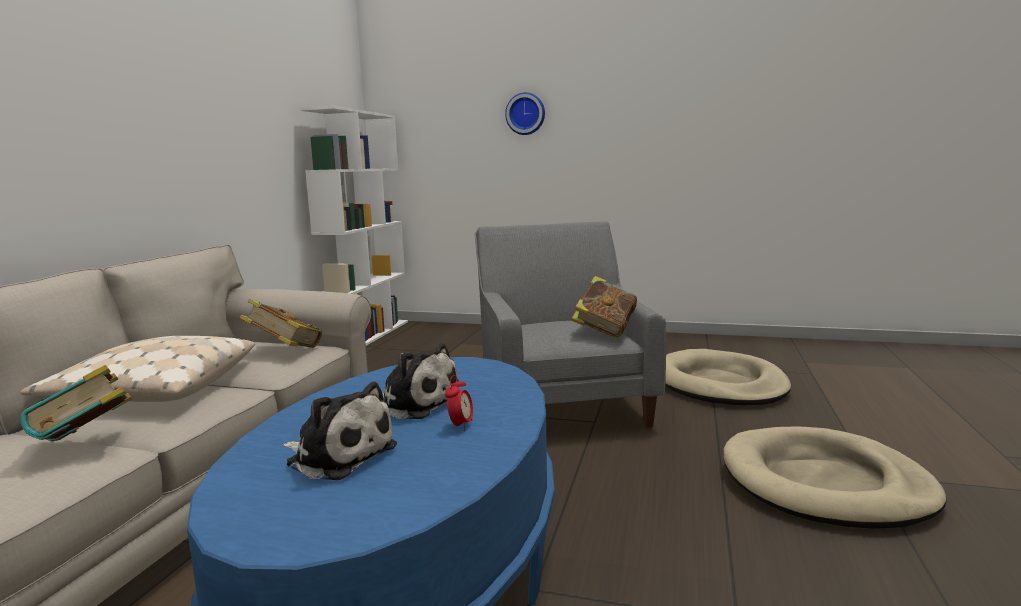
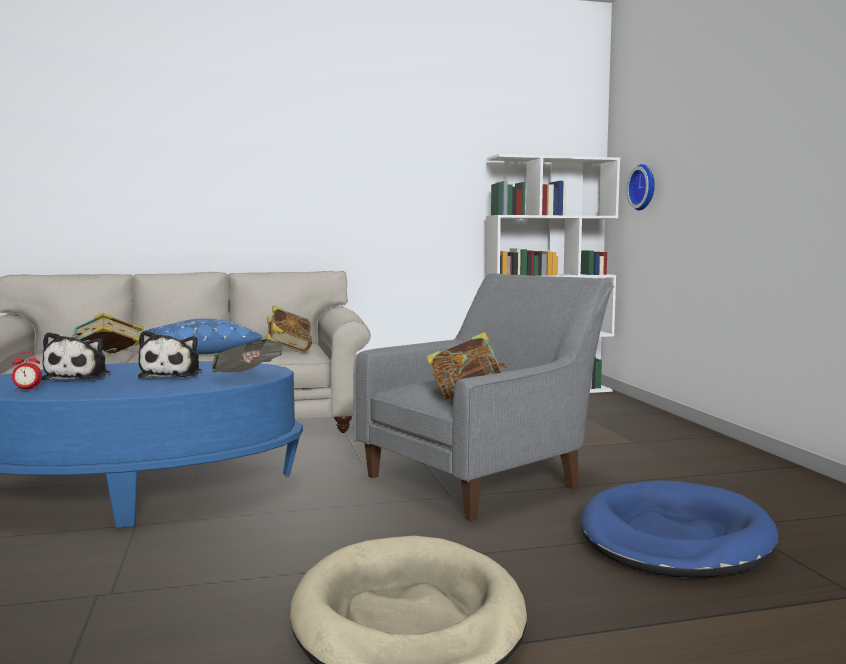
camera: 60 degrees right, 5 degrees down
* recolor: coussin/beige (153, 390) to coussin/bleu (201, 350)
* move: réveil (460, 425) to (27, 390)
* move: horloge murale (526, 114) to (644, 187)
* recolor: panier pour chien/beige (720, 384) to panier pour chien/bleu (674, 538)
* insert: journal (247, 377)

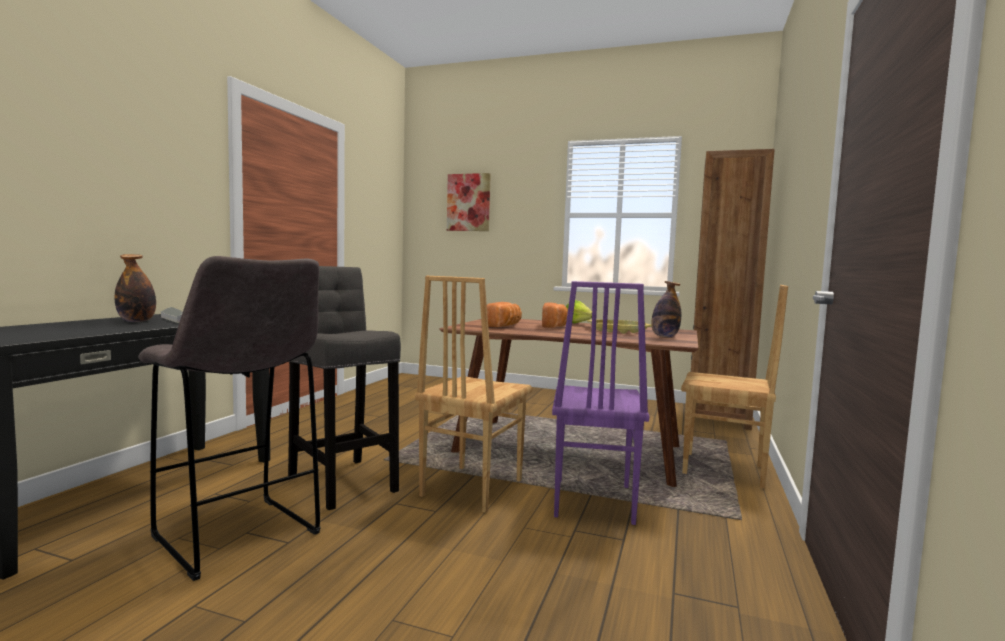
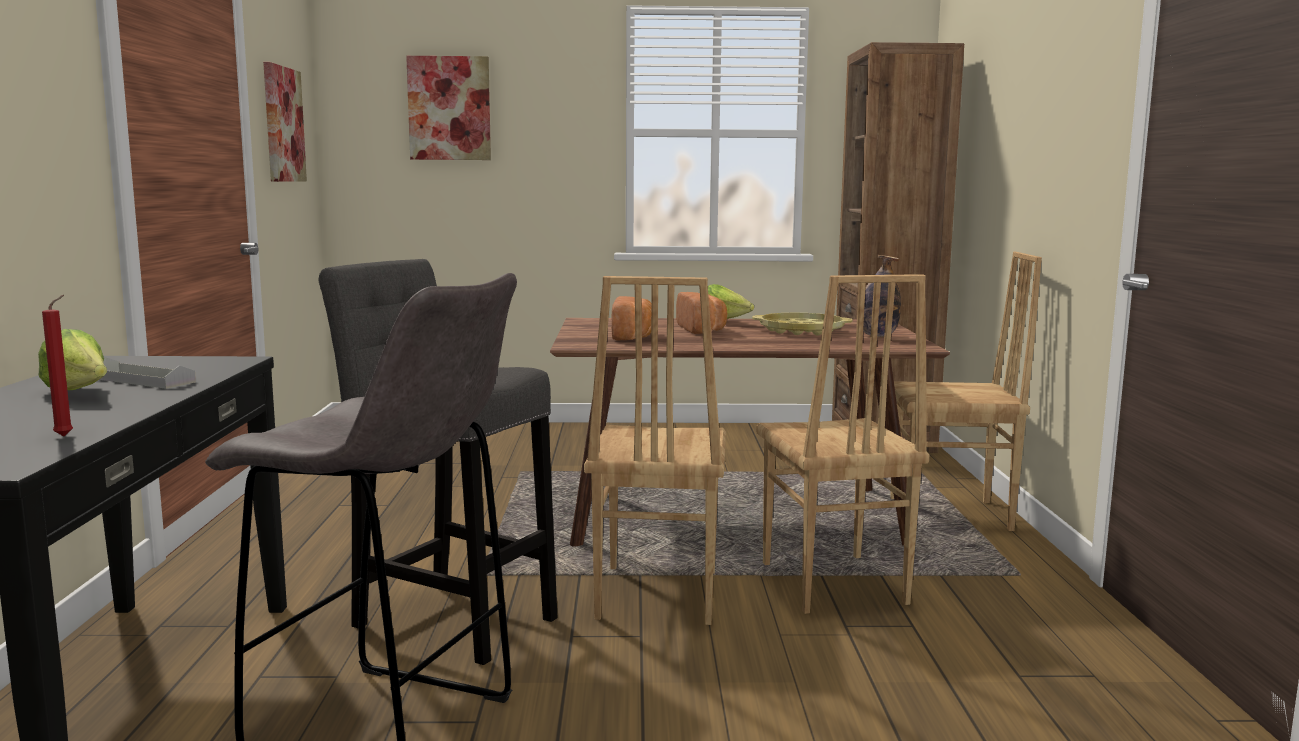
camera: 20 degrees left, 5 degrees up
* replace: bouteille (136, 321) to laitue (80, 393)
* recolor: chaise/violet (591, 501) to chaise/marron (831, 584)
* insert: bougie/rouge (67, 436)
* insert: tableau (283, 124)

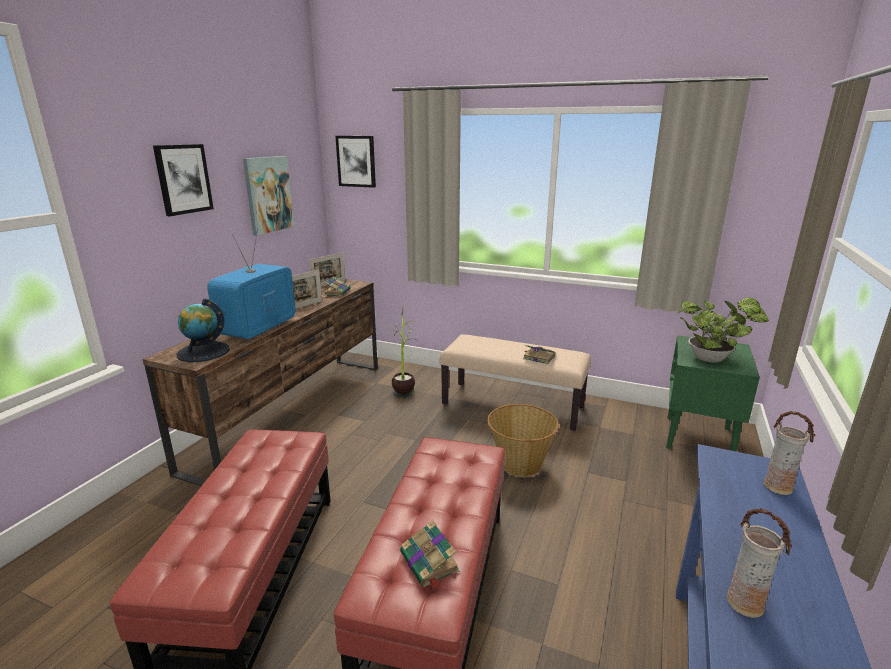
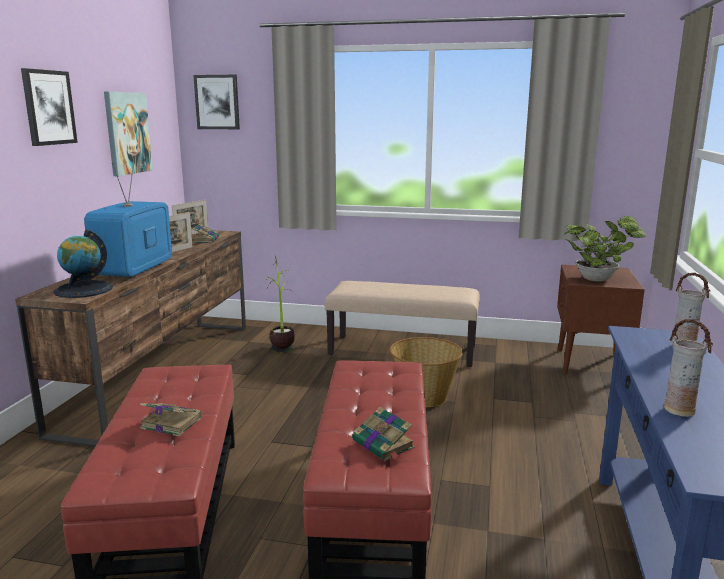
camera: 10 degrees left, 5 degrees down
* move: livre (538, 357) to (170, 423)
* recolor: table de chevet/vert (697, 438) to table de chevet/marron (590, 364)

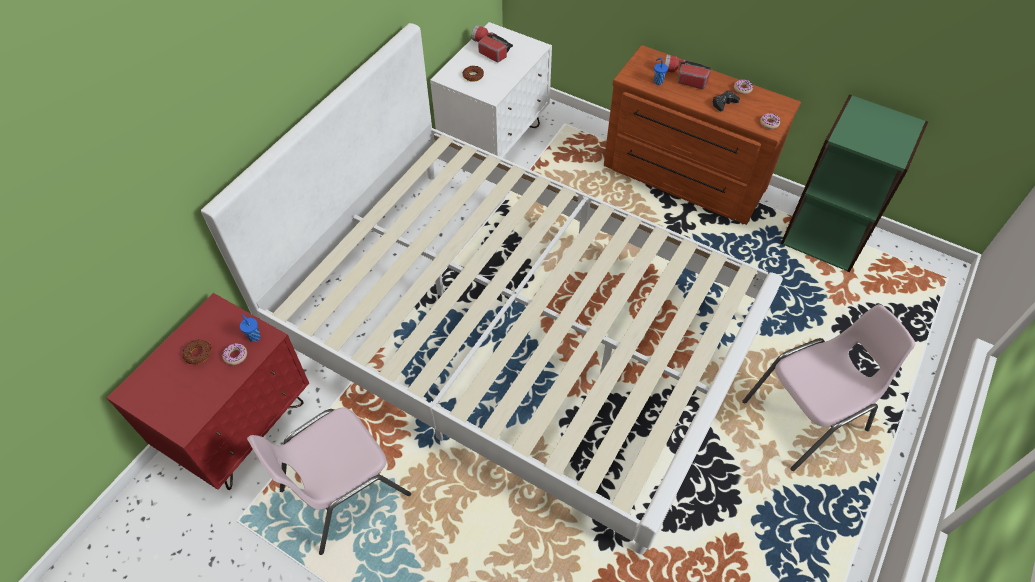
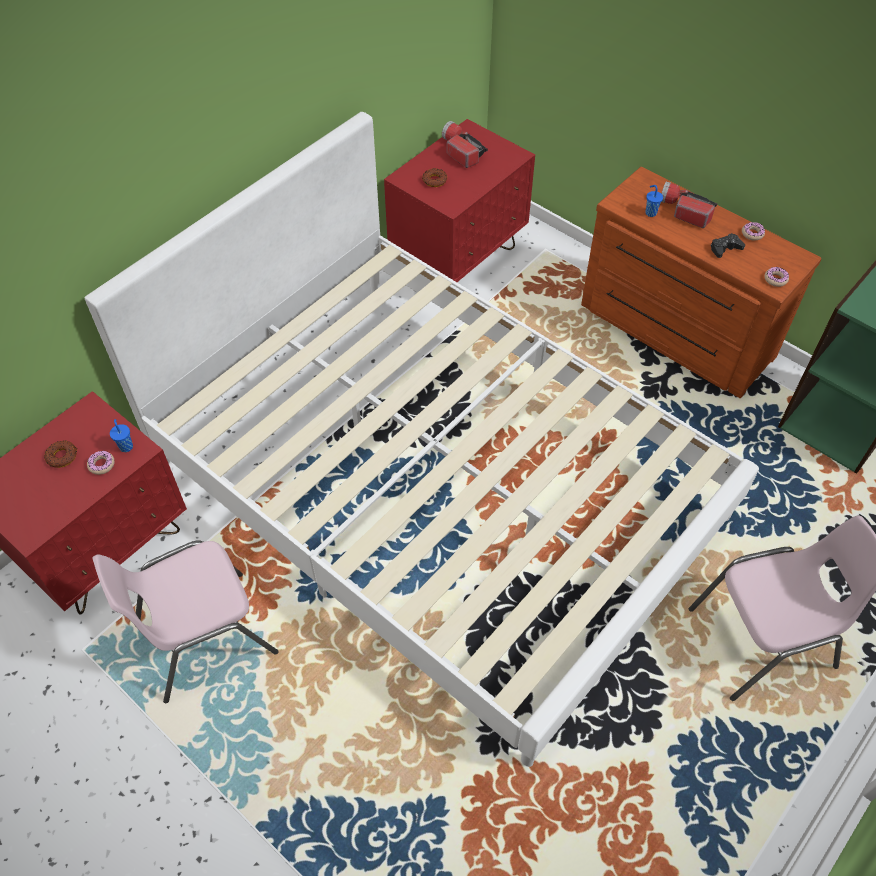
camera: 10 degrees right, 0 degrees up
* recolor: table de chevet/blanc (494, 140) to table de chevet/rouge (458, 259)

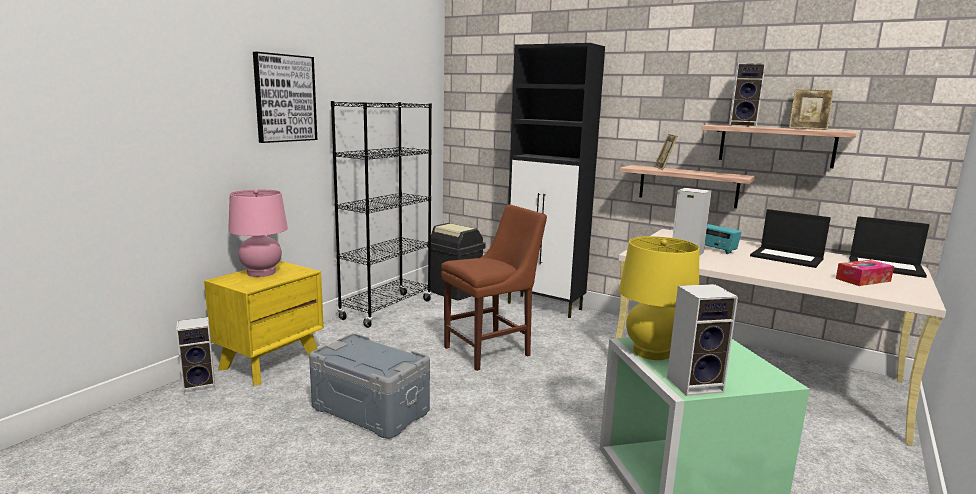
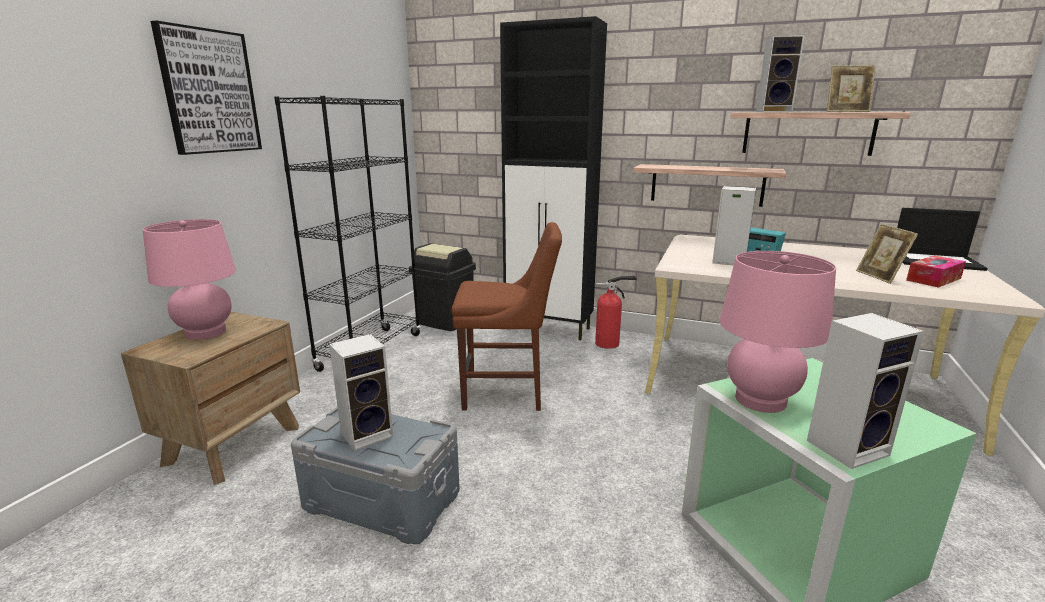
camera: 10 degrees left, 5 degrees up
* move: enceinte (201, 386) to (368, 433)
* recolor: table de chevet/jaune (271, 362) to table de chevet/marron (234, 444)
* rotate: chaise/marron (491, 350) = (508, 392) 45 degrees clockwise
* recolor: lampe de table/jaune (651, 352) to lampe de table/rose (760, 400)
* move: cadre photo (663, 168) to (879, 277)
* delete: ordinateur portable (787, 257)
* insert: extincteur (610, 343)

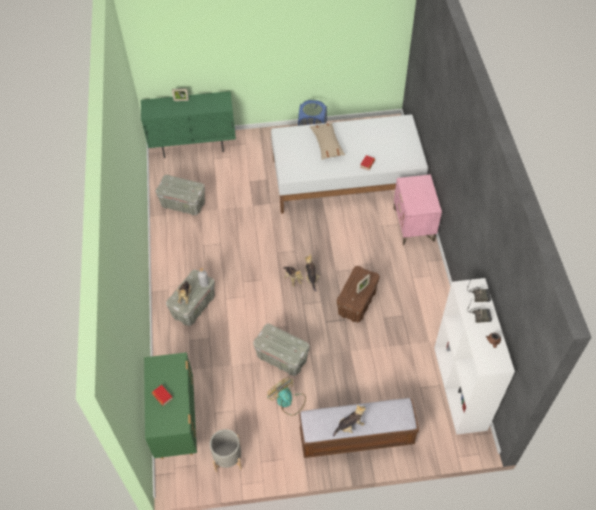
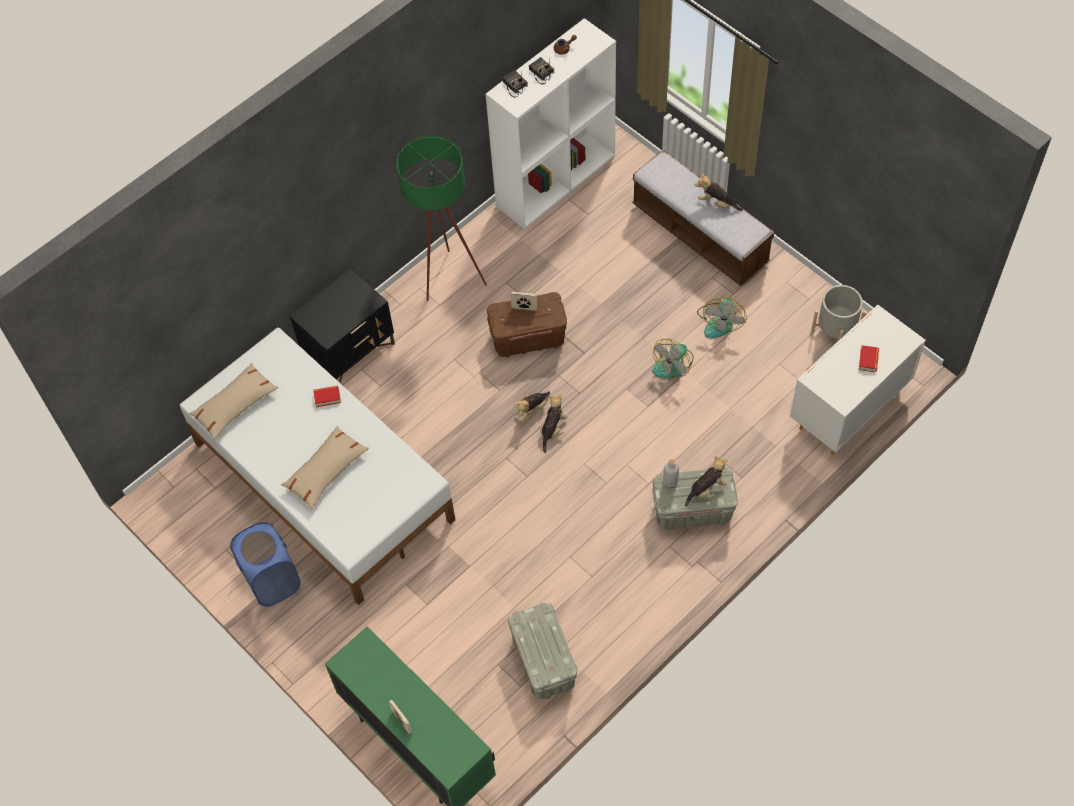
camera: 125 degrees left, 5 degrees up
* recolor: commode/vert (176, 421) to commode/blanc (847, 409)
* replace: boîte de rangement/gris (281, 358) to ventilateur (673, 364)
* recolor: table de chevet/rose (413, 225) to table de chevet/noir (350, 351)
* insert: coussin/beige (235, 405)
* insert: lampadaire/vert (448, 283)

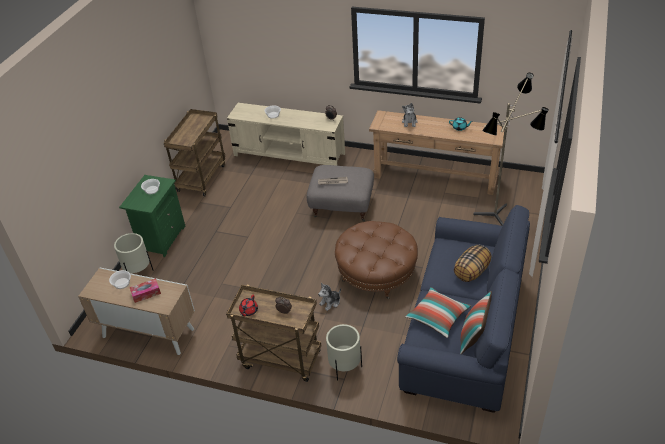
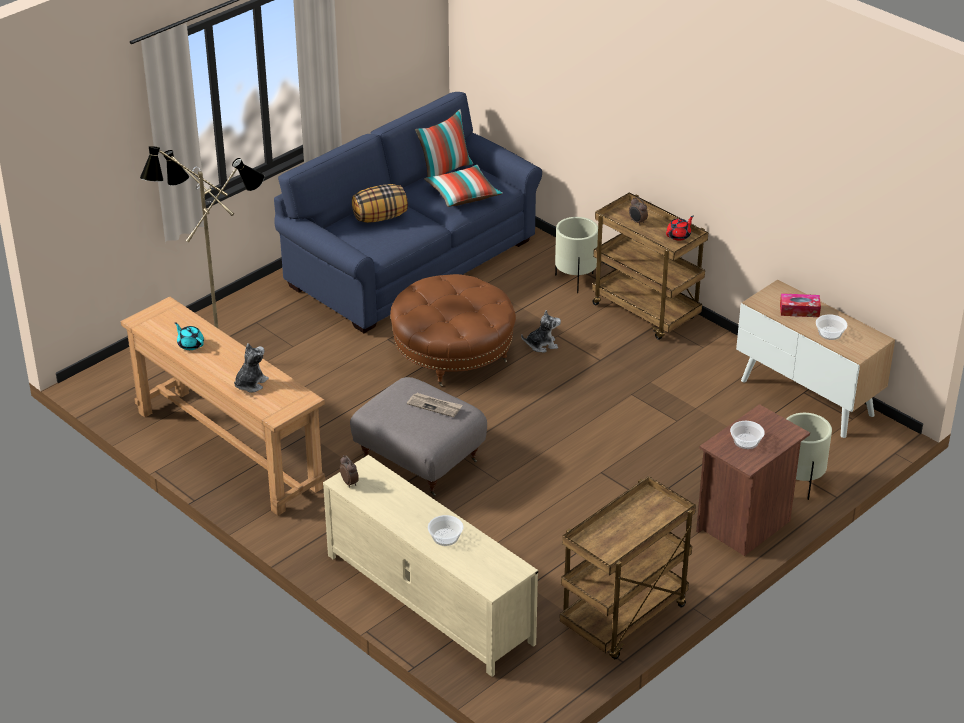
camera: 155 degrees left, 5 degrees down
* recolor: table de chevet/vert (161, 238) to table de chevet/marron (745, 525)

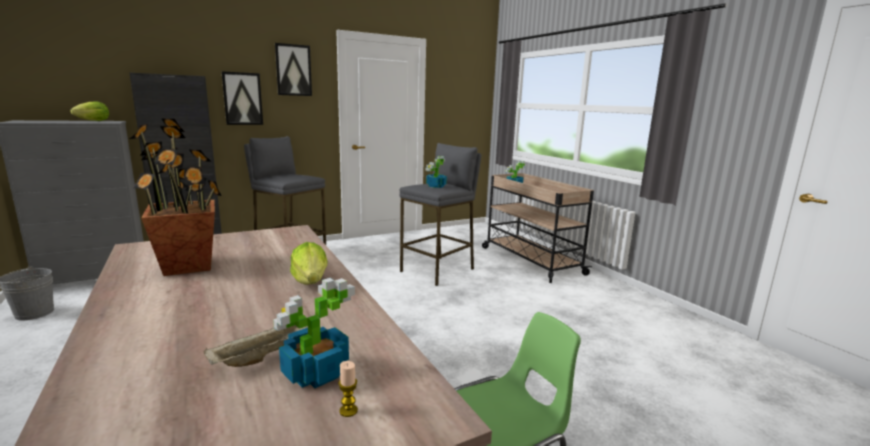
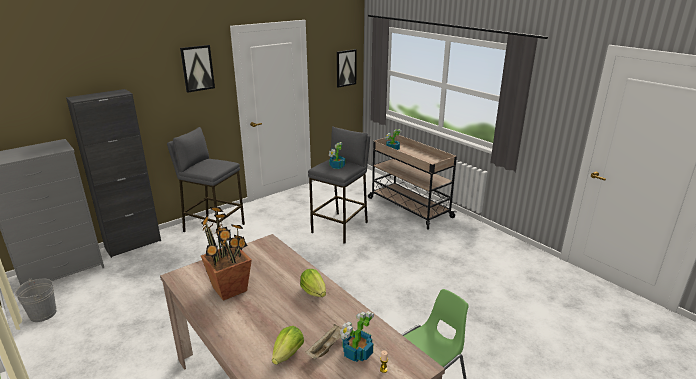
camera: 10 degrees left, 10 degrees up
* move: laitue (94, 121) to (288, 354)
* move: tableau (242, 98) to (345, 68)

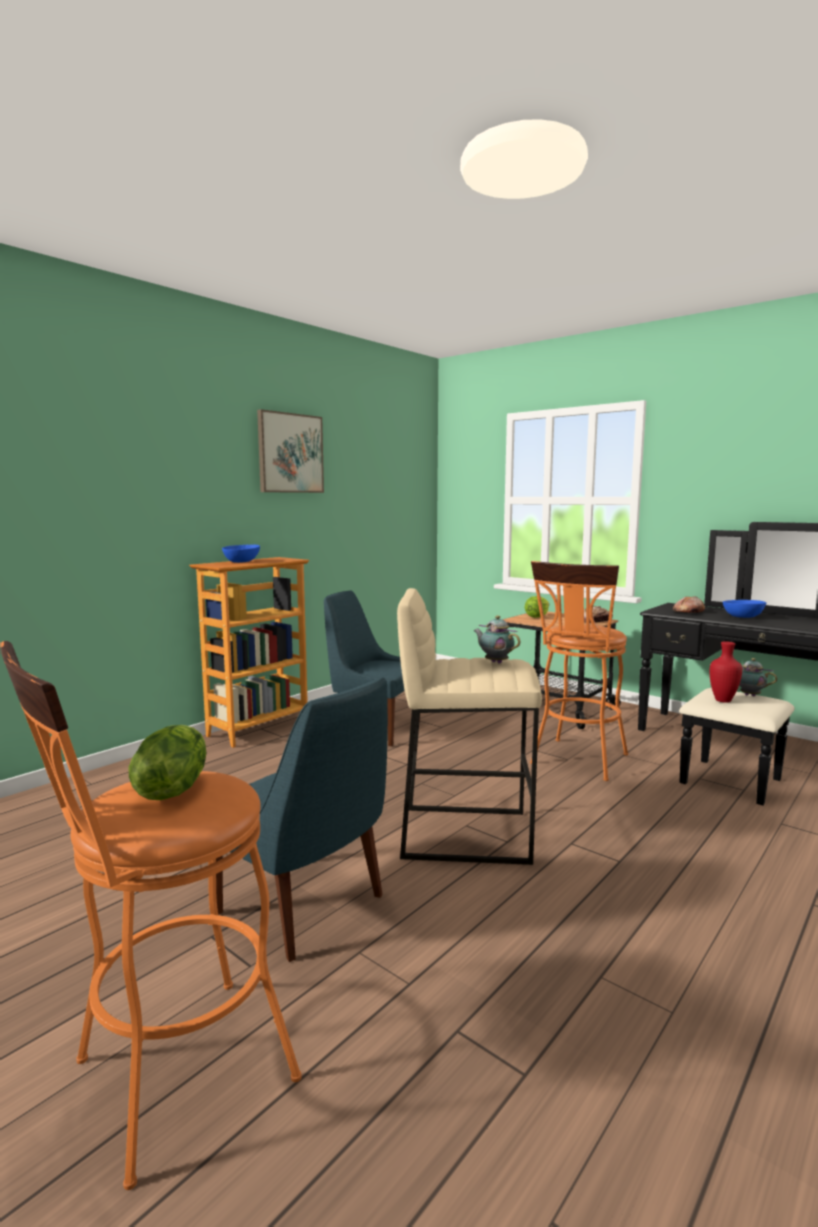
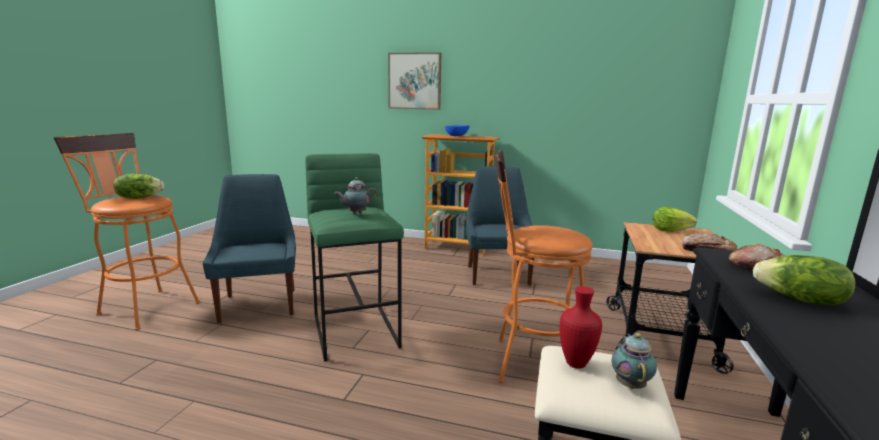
camera: 65 degrees right, 5 degrees up
* rotate: chaise/bleu (305, 907) = (259, 304) 150 degrees clockwise
* move: tableau (290, 453) to (415, 81)
* recolor: tabouret/beige (465, 833) to tabouret/vert (356, 331)
* rotate: théière (495, 662) = (356, 213) 135 degrees counterclockwise
* replace: bol/bleu (743, 617) to laitue (800, 300)

